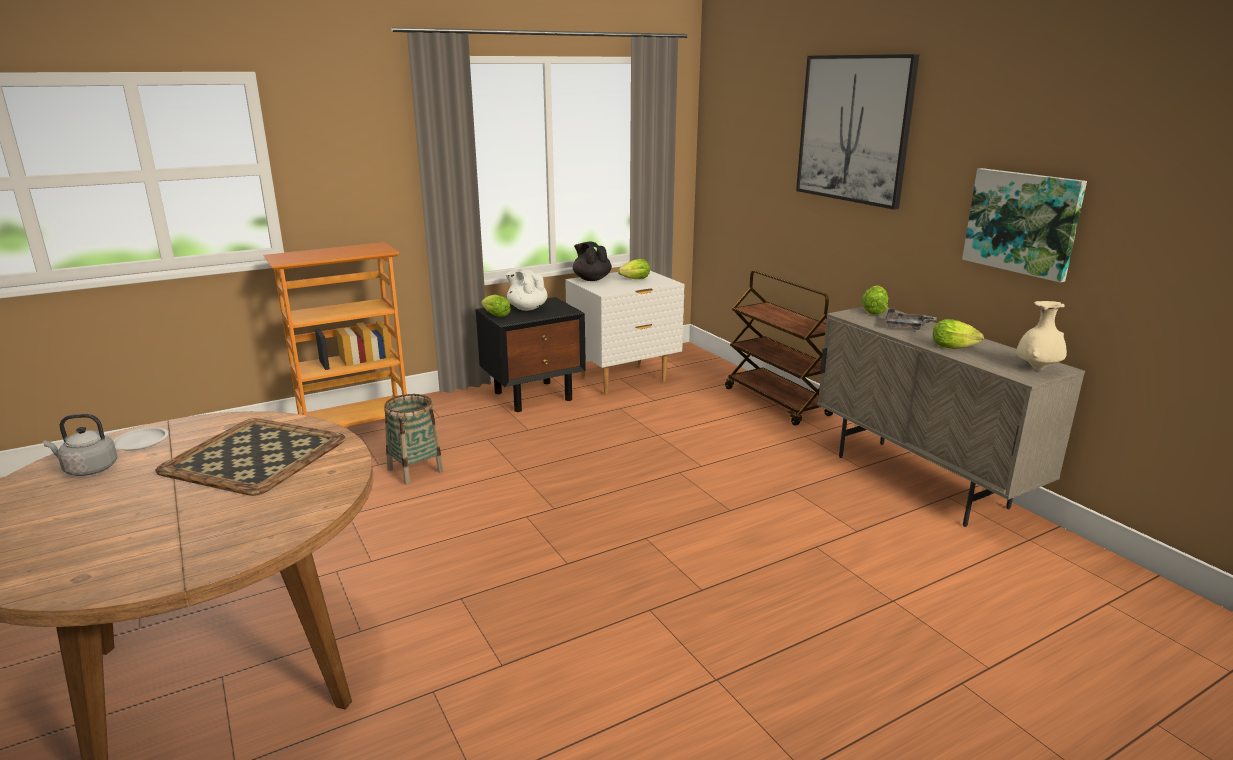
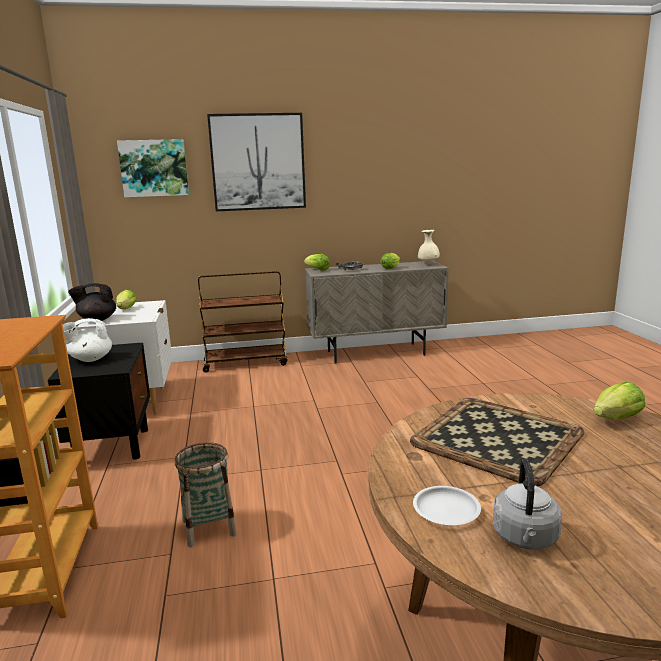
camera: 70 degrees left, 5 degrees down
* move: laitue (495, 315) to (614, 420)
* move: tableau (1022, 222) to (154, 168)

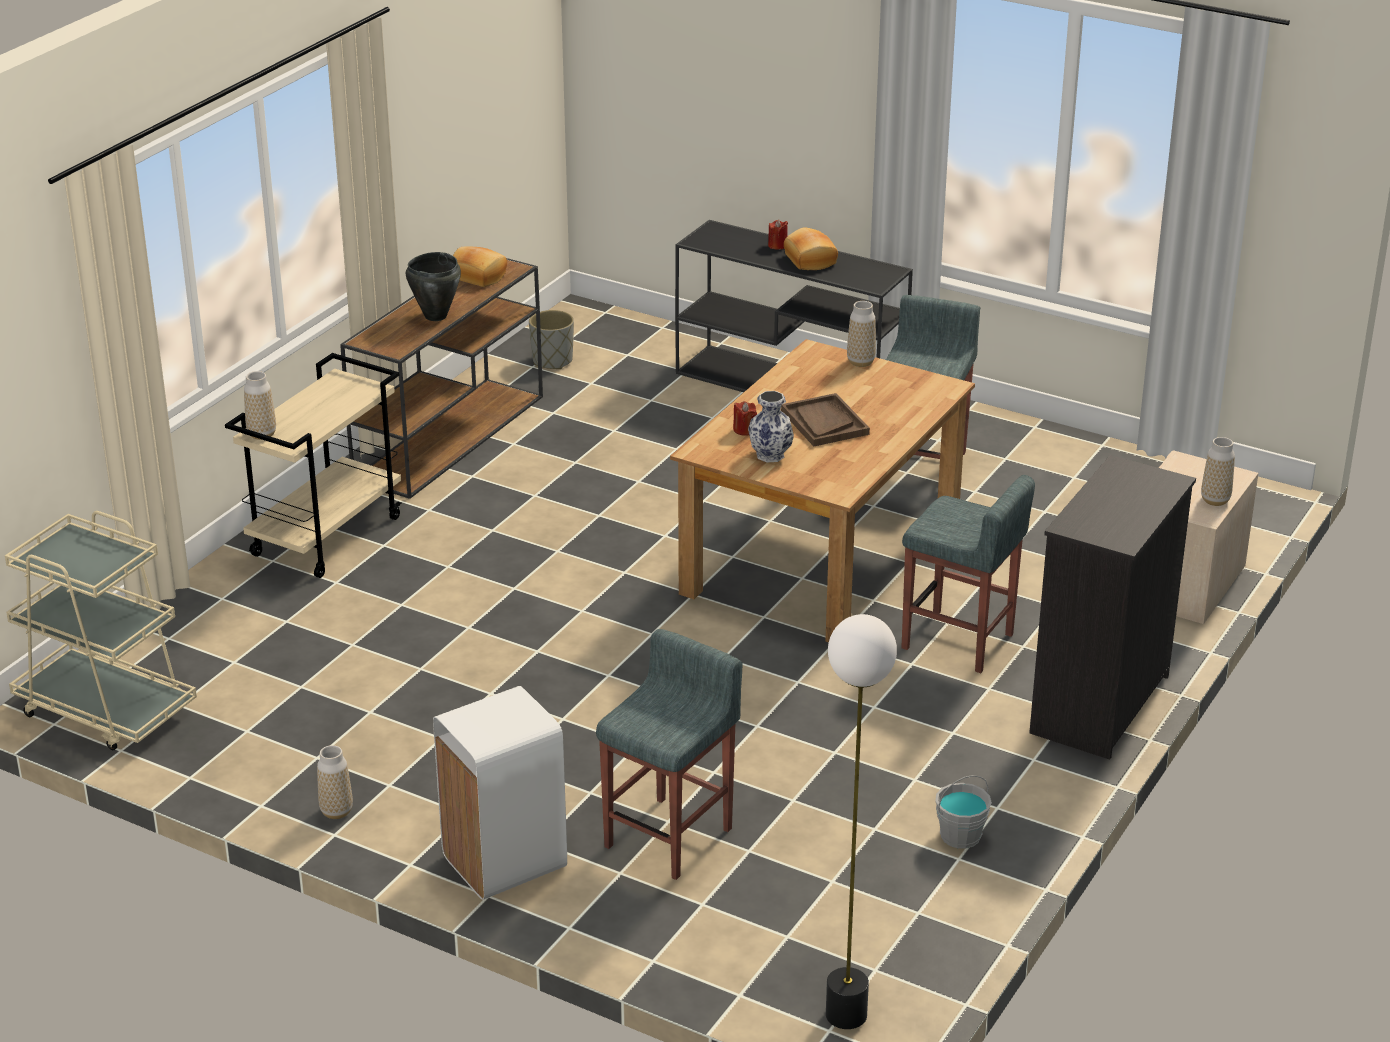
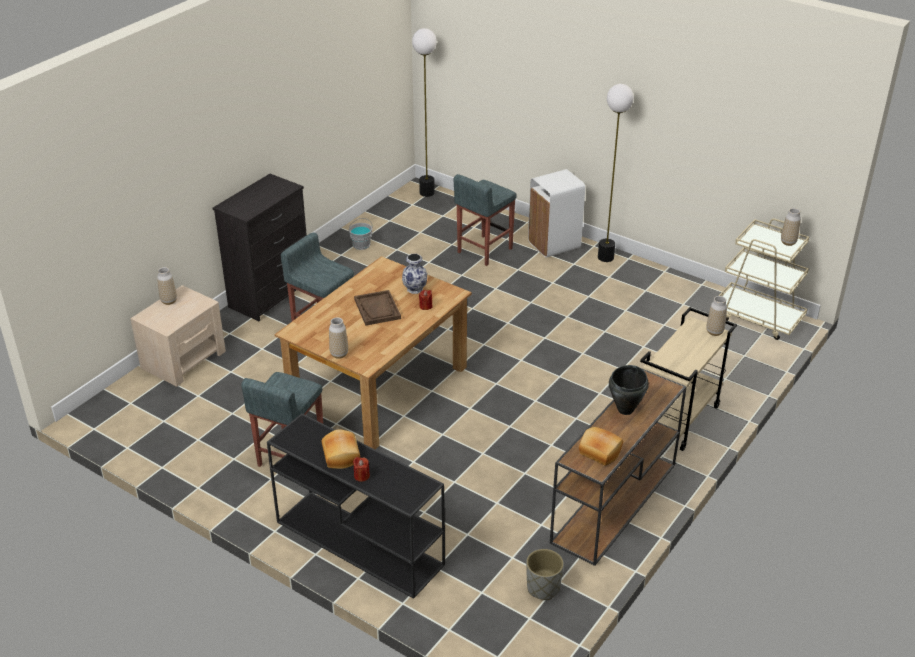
camera: 175 degrees left, 5 degrees up
* move: vase (336, 812) to (788, 242)
* insert: lampadaire (605, 257)

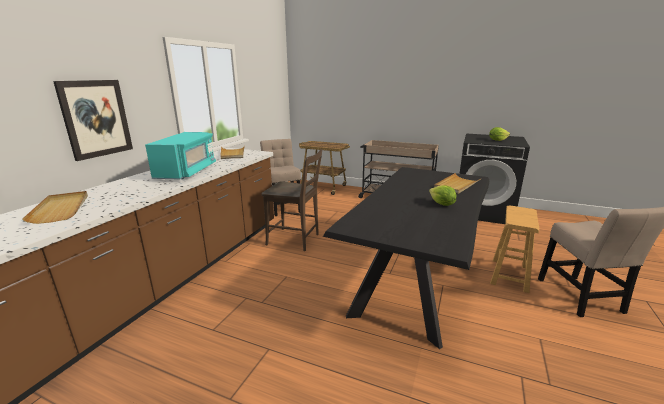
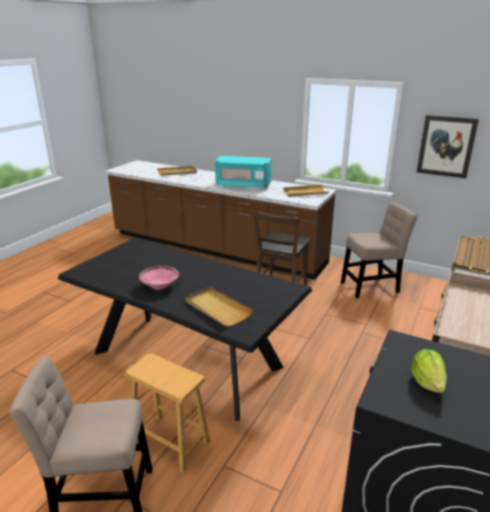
camera: 95 degrees right, 5 degrees up
* move: tableau (96, 118) to (446, 146)
* replace: laitue (441, 204) to bol/rose (160, 285)

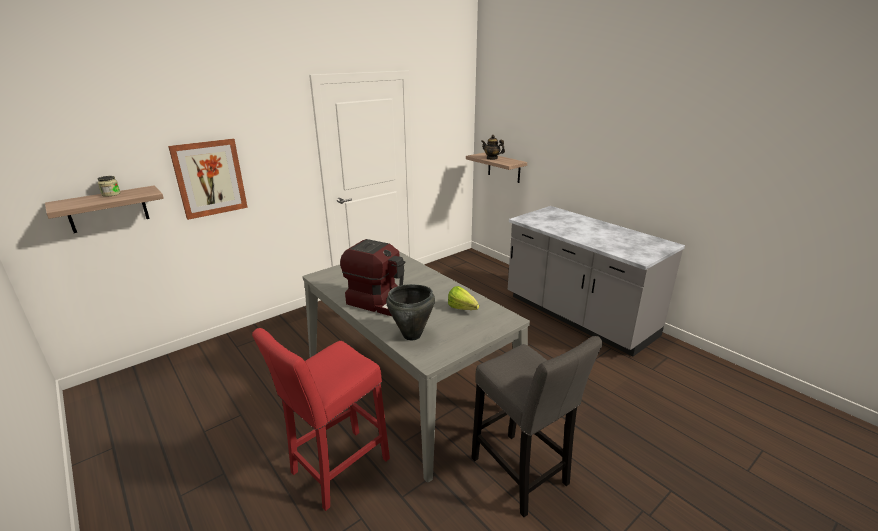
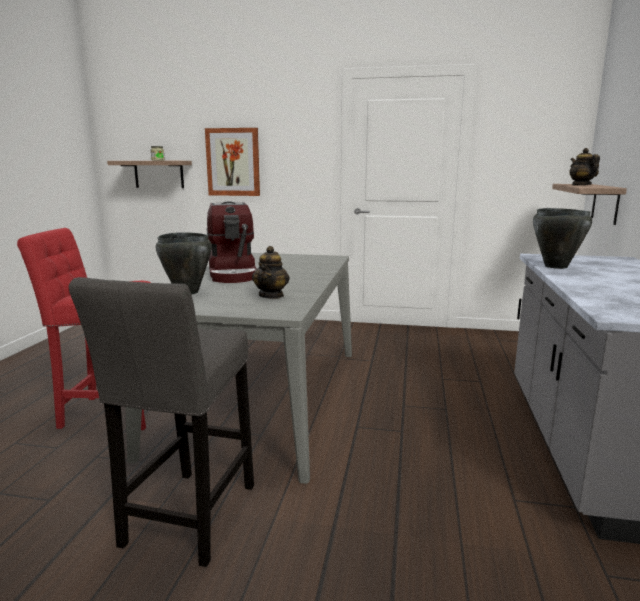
camera: 50 degrees right, 10 degrees down
* replace: laitue (464, 310) to théière (271, 295)
* insert: marmite/noir (555, 266)

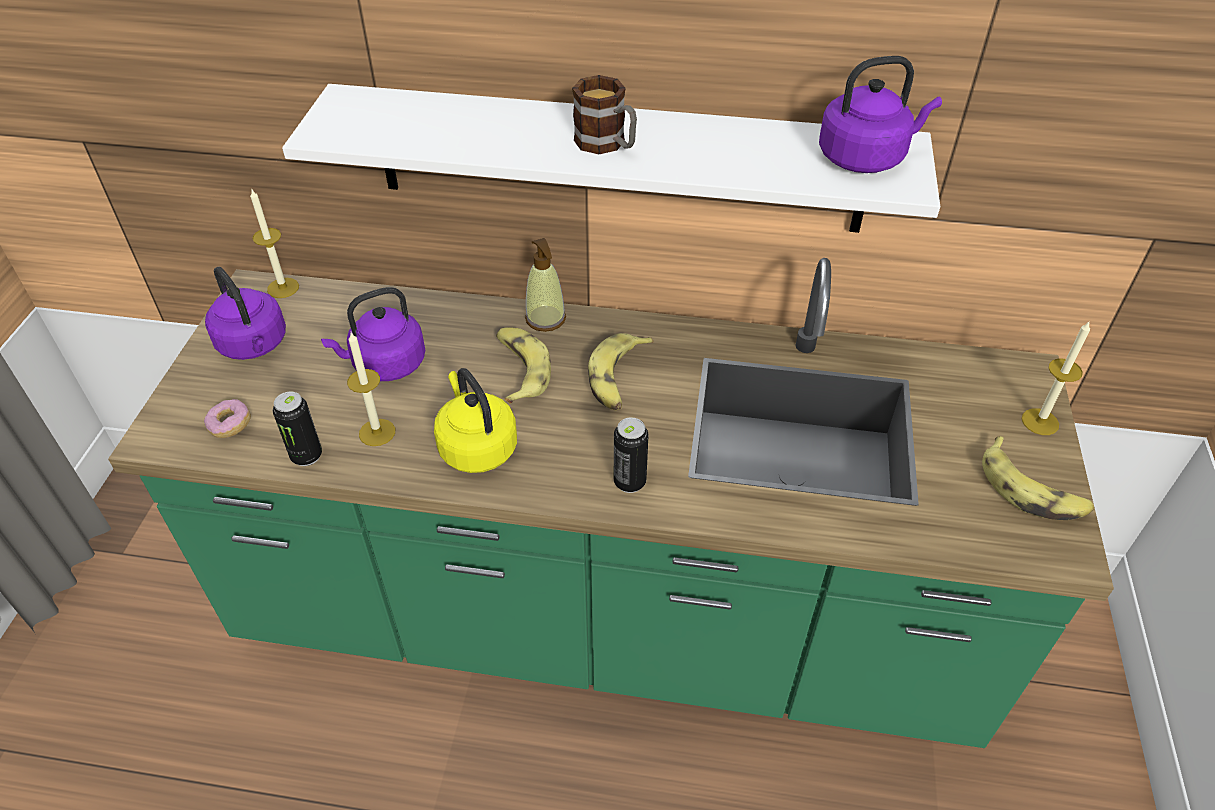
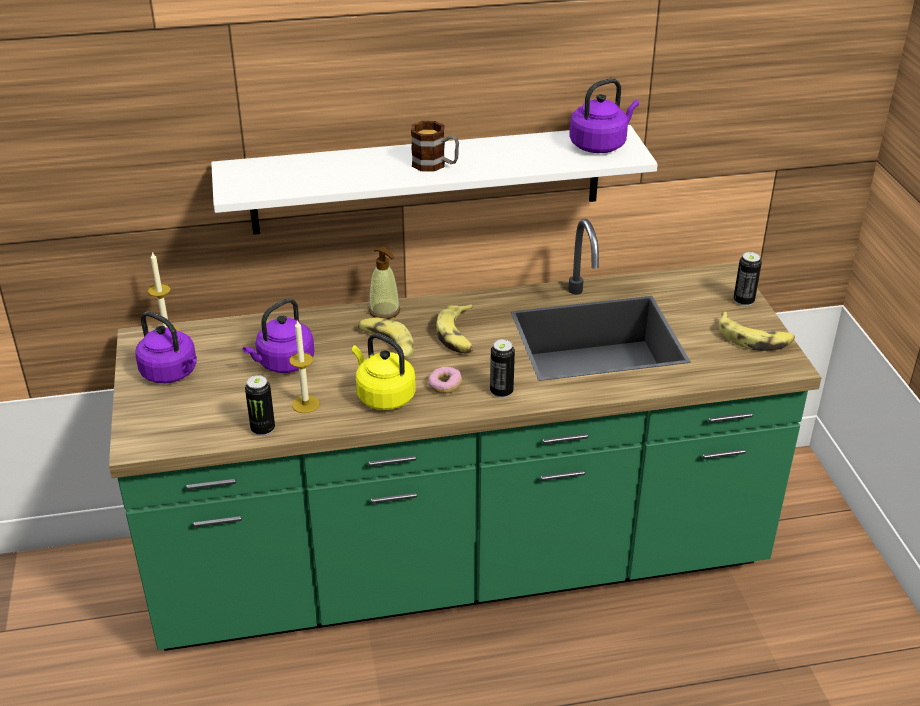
camera: 20 degrees left, 10 degrees down
* move: beignet (230, 425) to (445, 386)
* replace: bougie (1040, 422) to boîte métallique (743, 301)

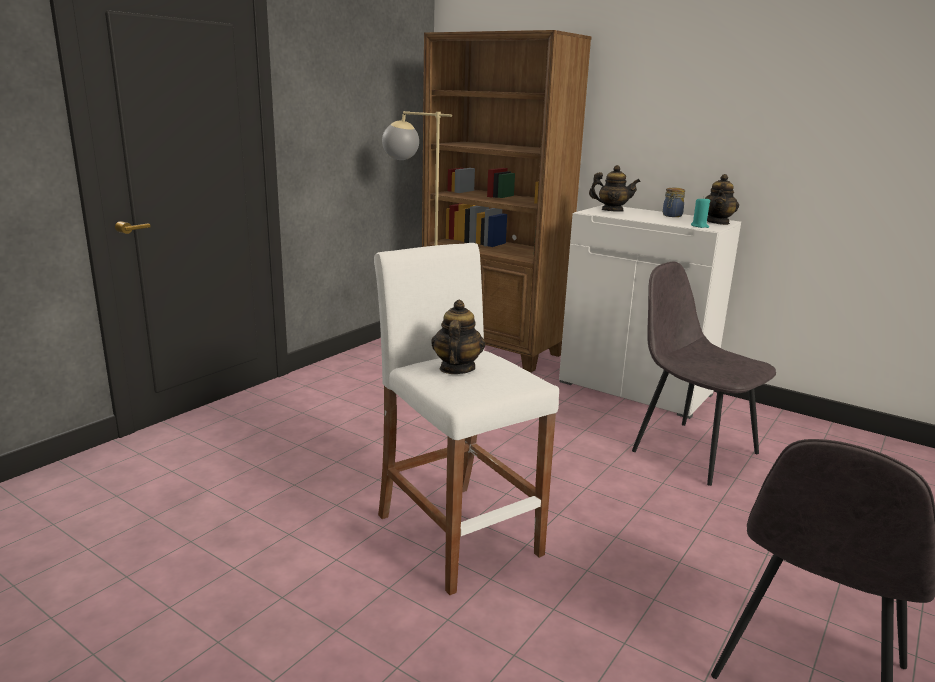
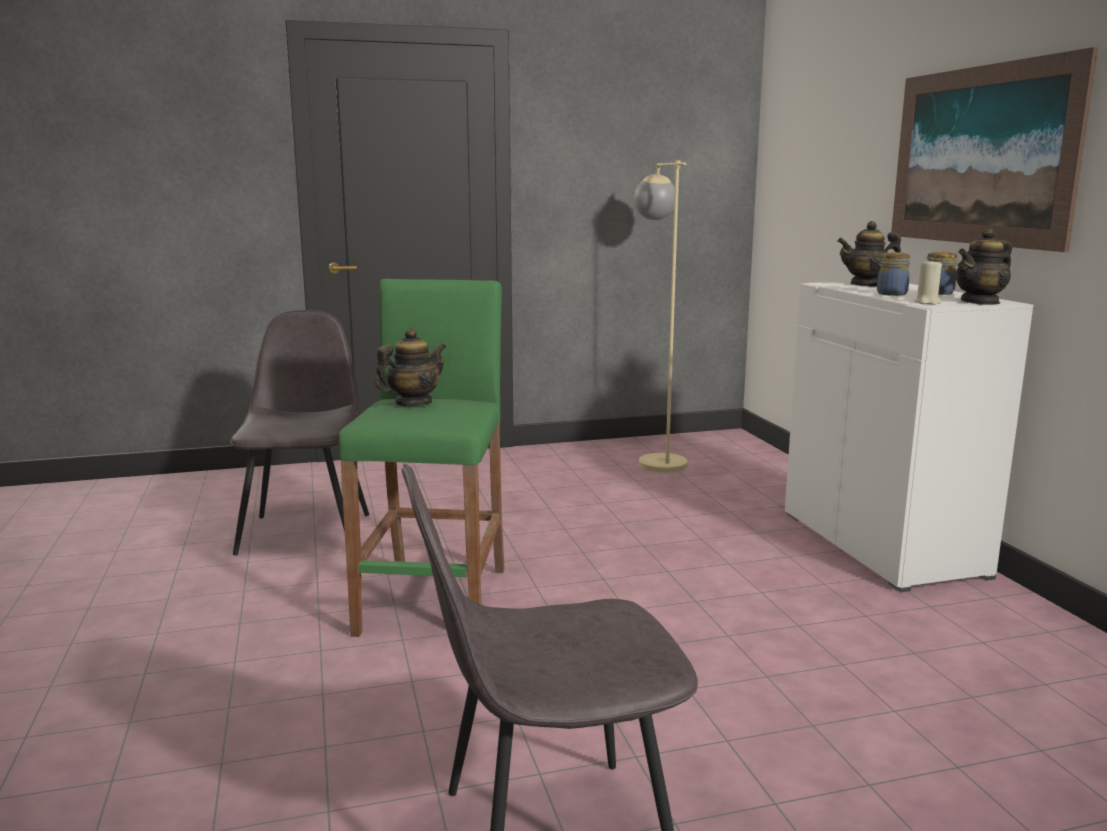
camera: 40 degrees right, 5 degrees down
* recolor: tabouret/blanc (457, 534) to tabouret/vert (435, 600)
* delete: bibliothèque/marron (492, 349)
* rotate: théière (612, 210) = (867, 284) 120 degrees clockwise
* move: chaise/gris (692, 451) to (306, 532)
* recolor: bougie/turquoise (699, 226) to bougie/beige (927, 303)
* insert: bocal (890, 294)
* insert: tableau (981, 156)

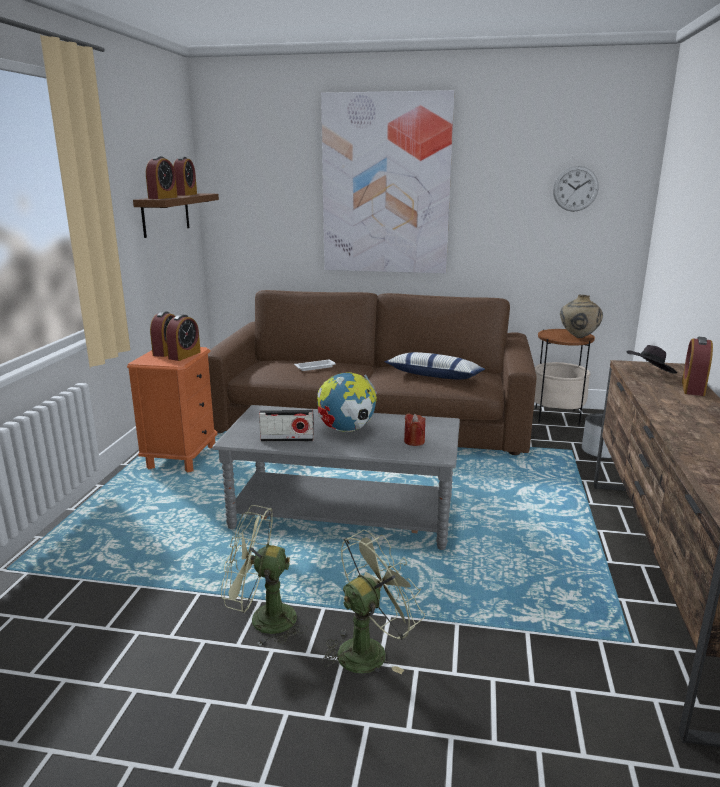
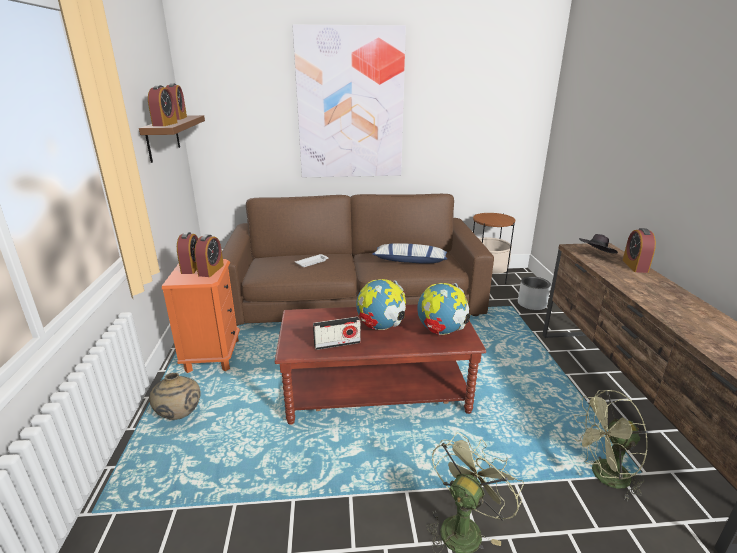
camera: 15 degrees left, 5 degrees up
* recolor: table basse/gris (343, 514) to table basse/marron (377, 392)
* move: ventilateur/vert (262, 620) to (603, 476)
* replace: bougie/rouge (414, 441) to globe (441, 331)
* delete: horloge murale (575, 188)
* move: vase/beige (578, 337) to (179, 416)

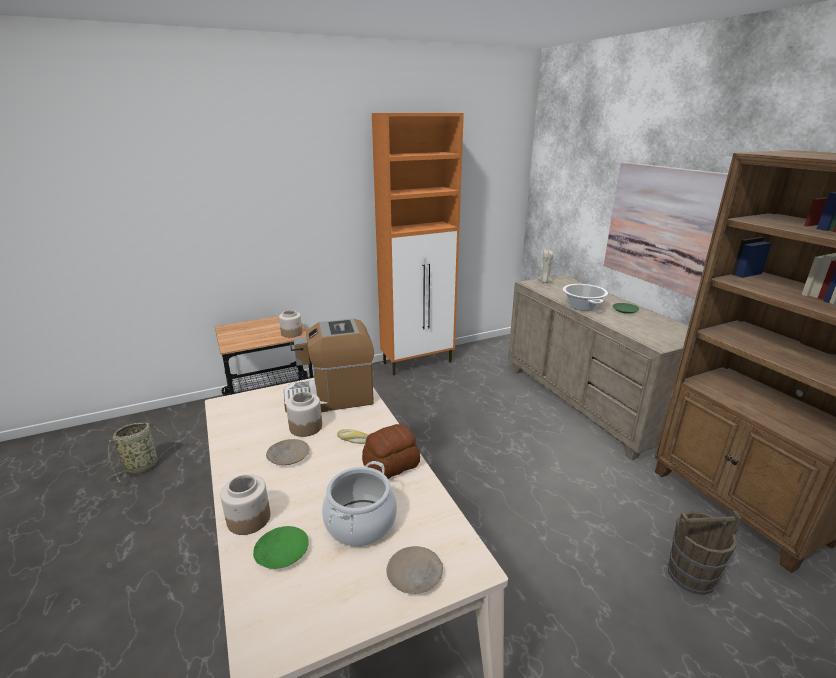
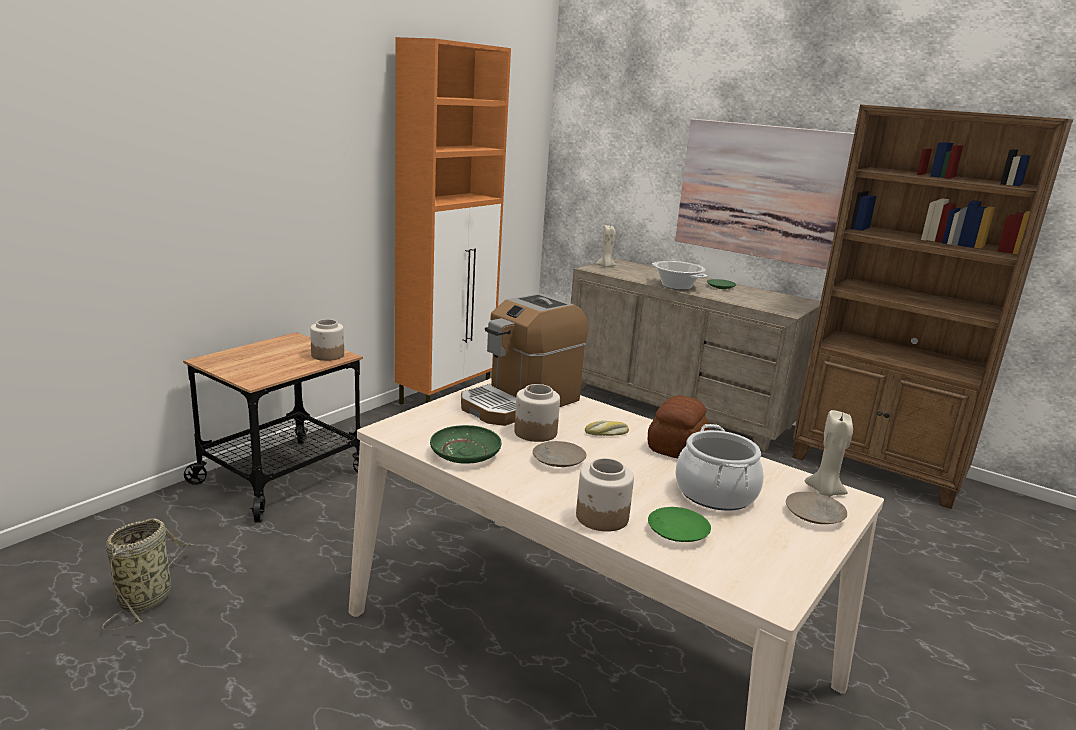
camera: 30 degrees left, 5 degrees down
* delete: seau/marron (691, 575)
* insert: assiette/vert (465, 453)
* insert: bougie/beige (824, 492)

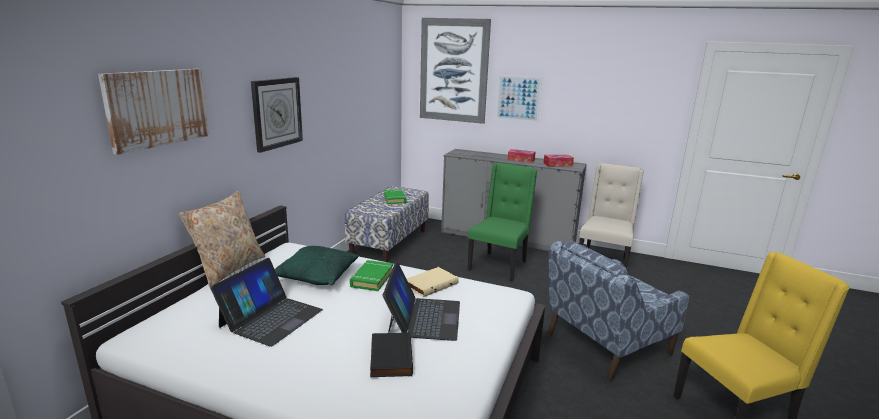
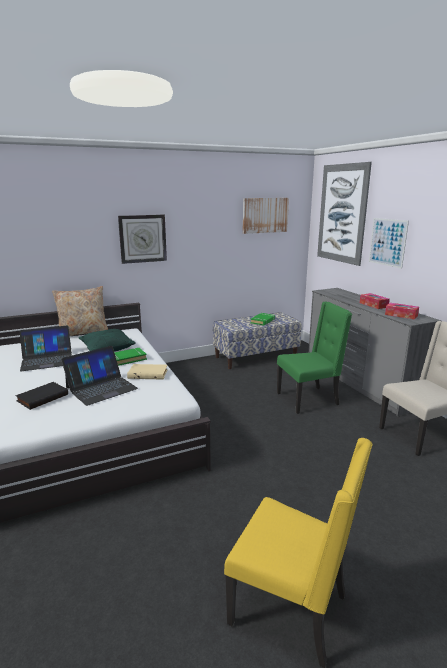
camera: 45 degrees right, 0 degrees up
* move: tableau (157, 108) to (265, 215)
* delete: fauteuil/bleu (605, 345)

